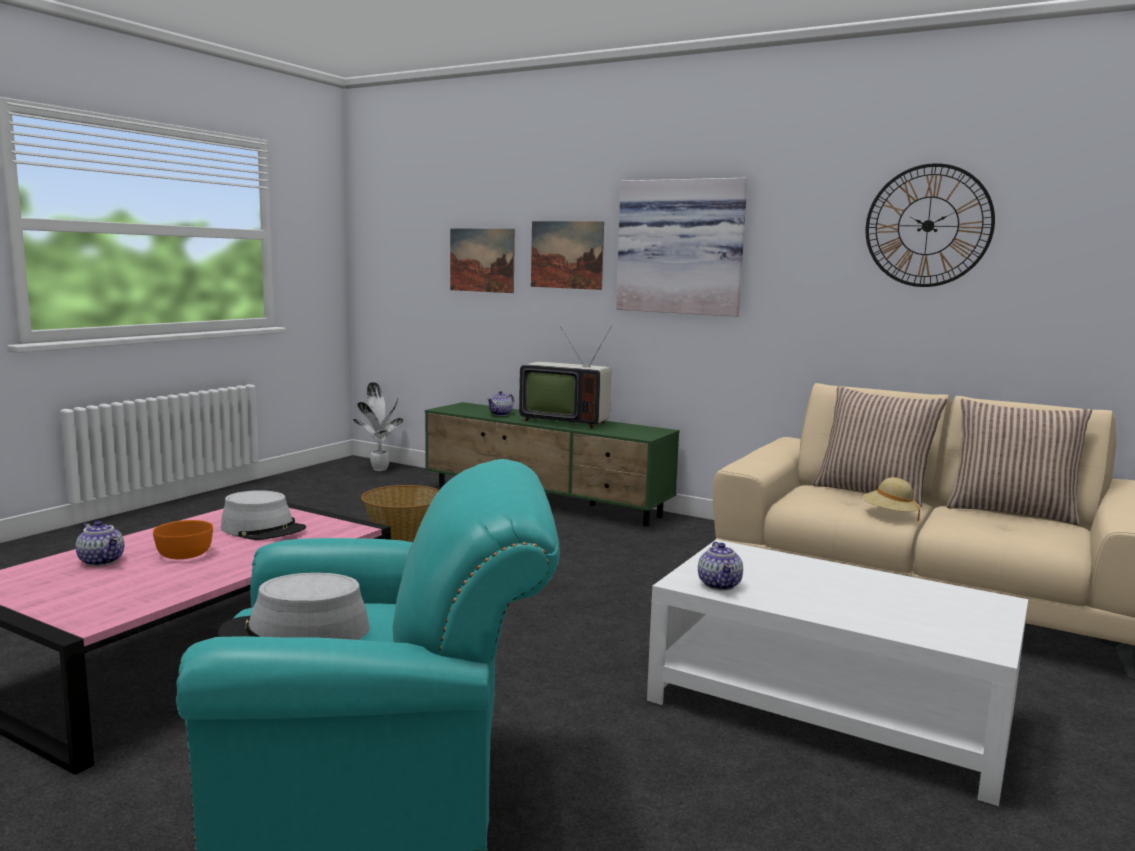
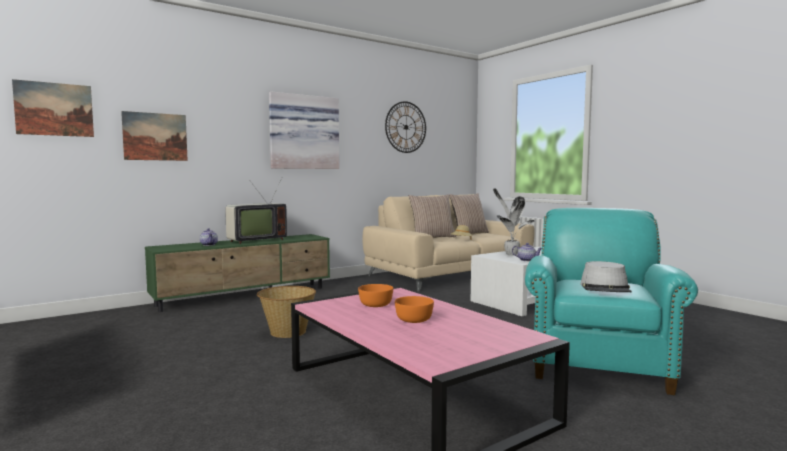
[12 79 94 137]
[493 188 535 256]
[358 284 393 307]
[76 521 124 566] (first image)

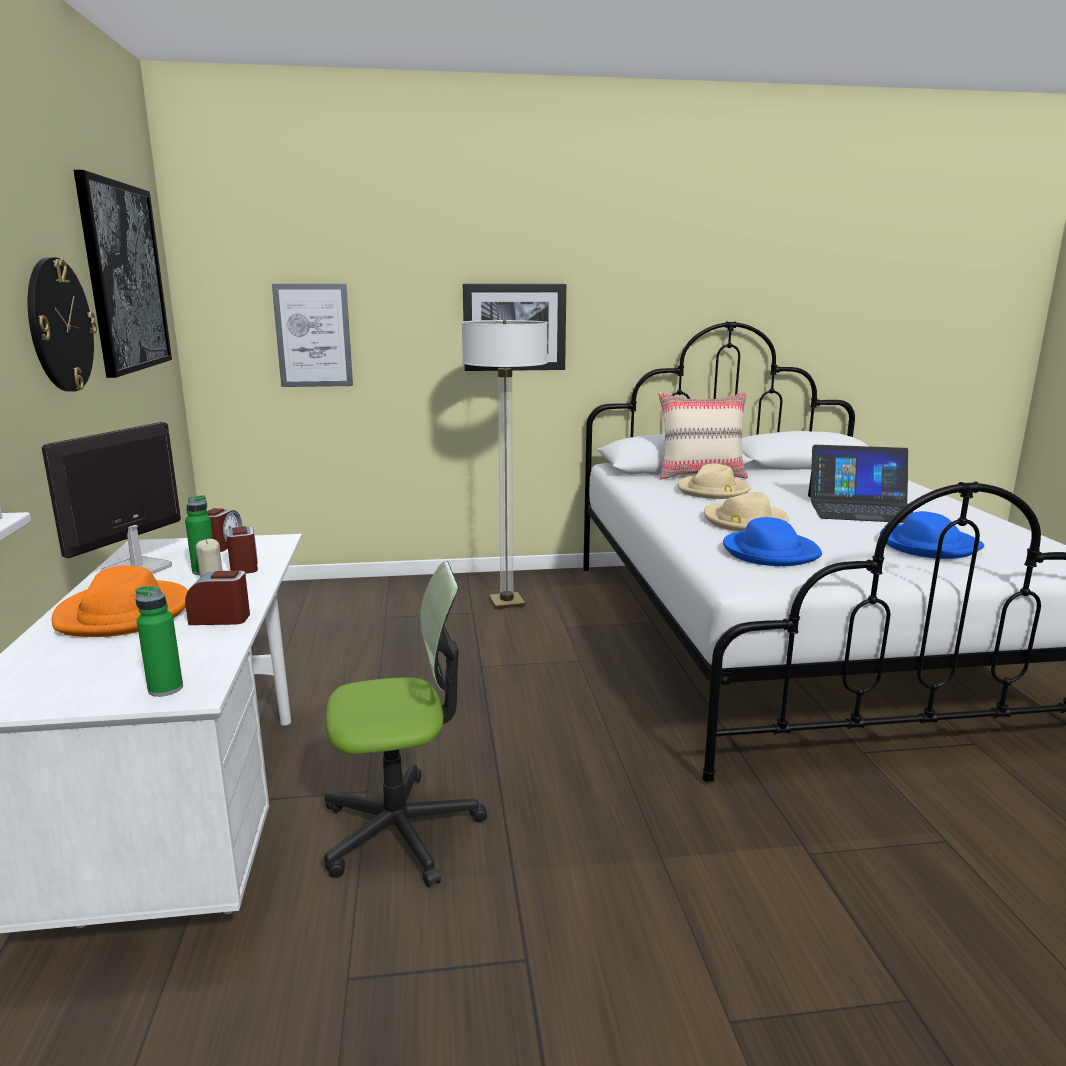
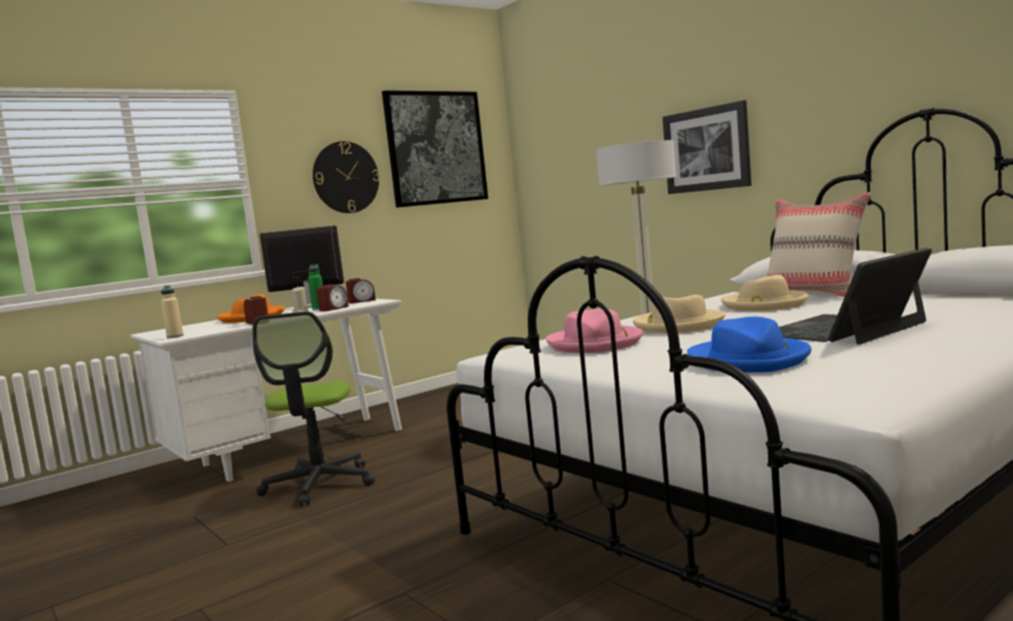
[272 284 353 387] (first image)
[779 247 932 345]
[546 309 643 353]
[253 312 375 506]
[161 285 183 338]

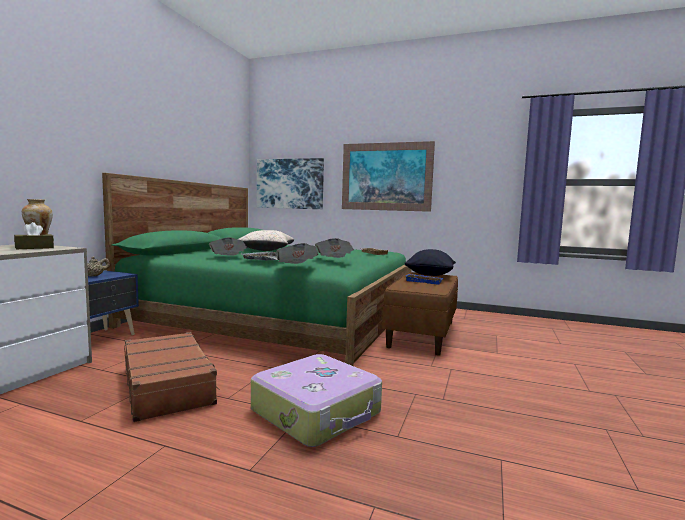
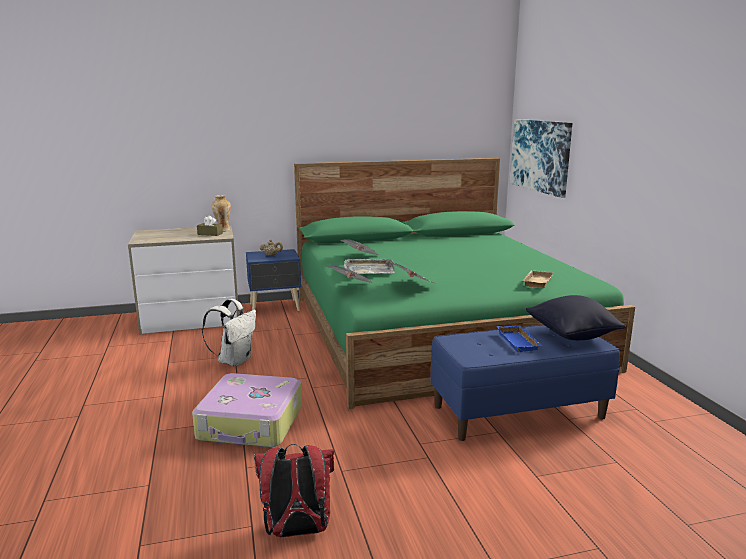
[342 141 435 212] (first image)
[238 230 294 251] (first image)
[430 325 620 441]
[202 299 256 367]
[254 444 334 537]

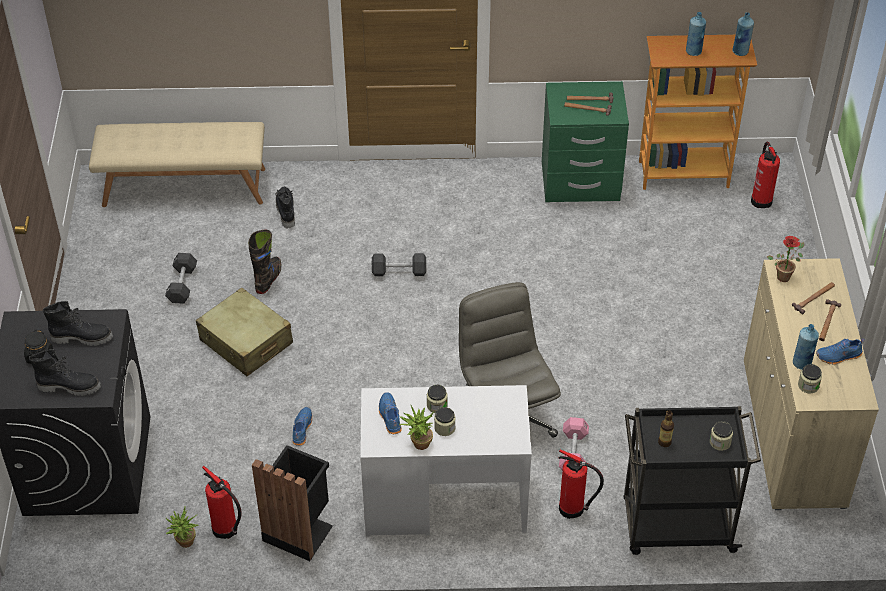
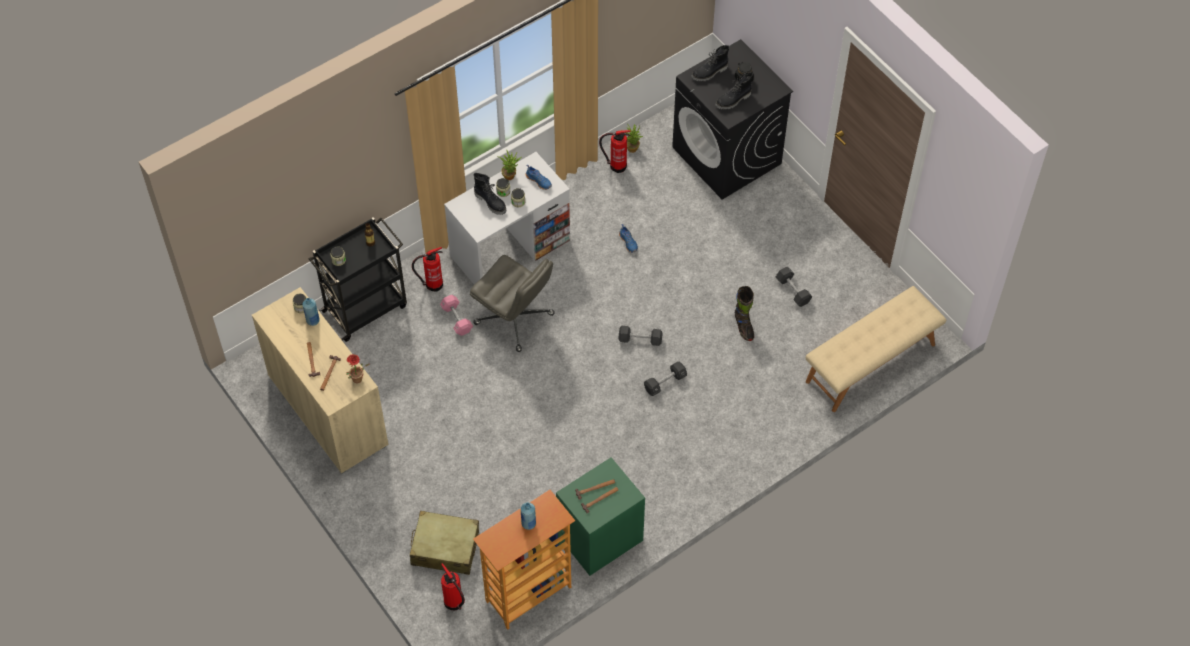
[732 12 754 56] (first image)
[473 173 506 215]
[410 511 479 575]
[816 338 865 365] (first image)
[252 445 333 561] (first image)
[618 326 663 346]

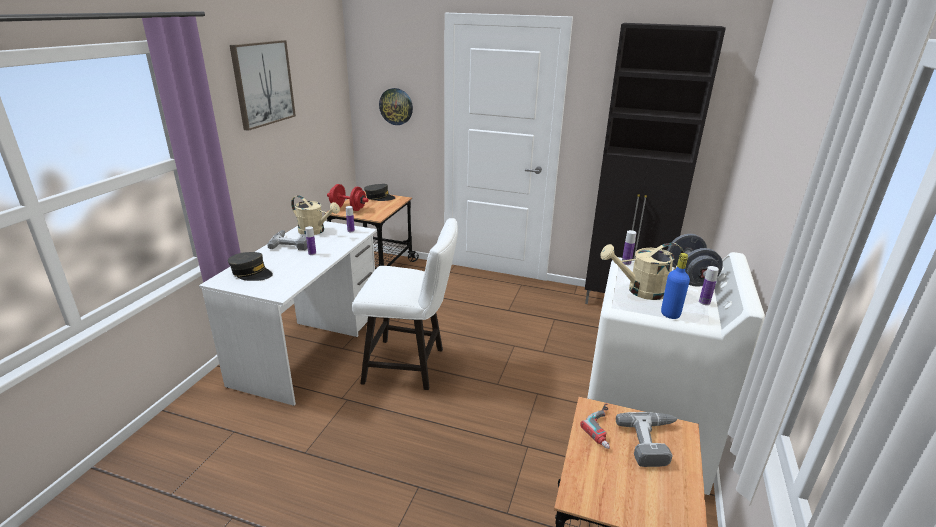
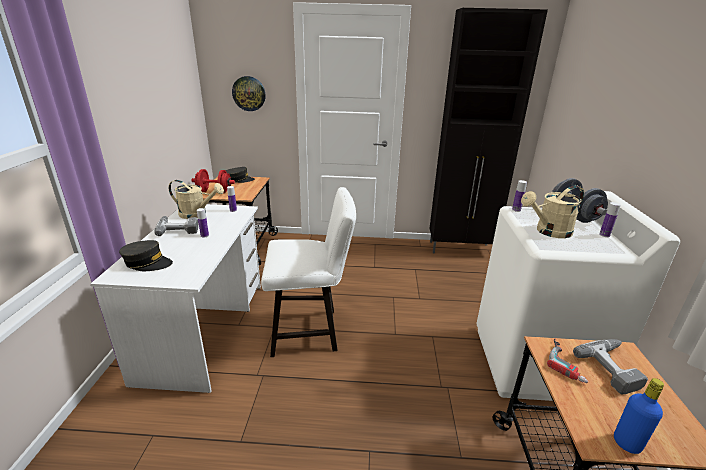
[230 40 296 131] (first image)
[614 378 664 454]

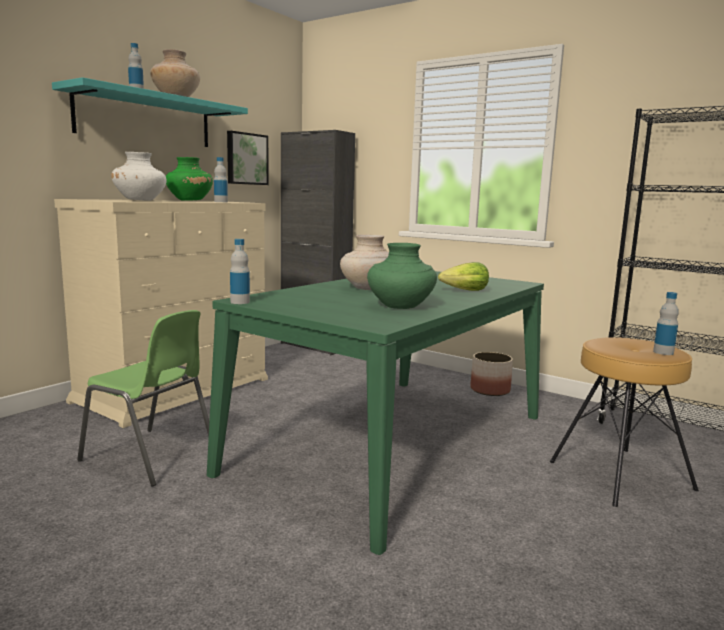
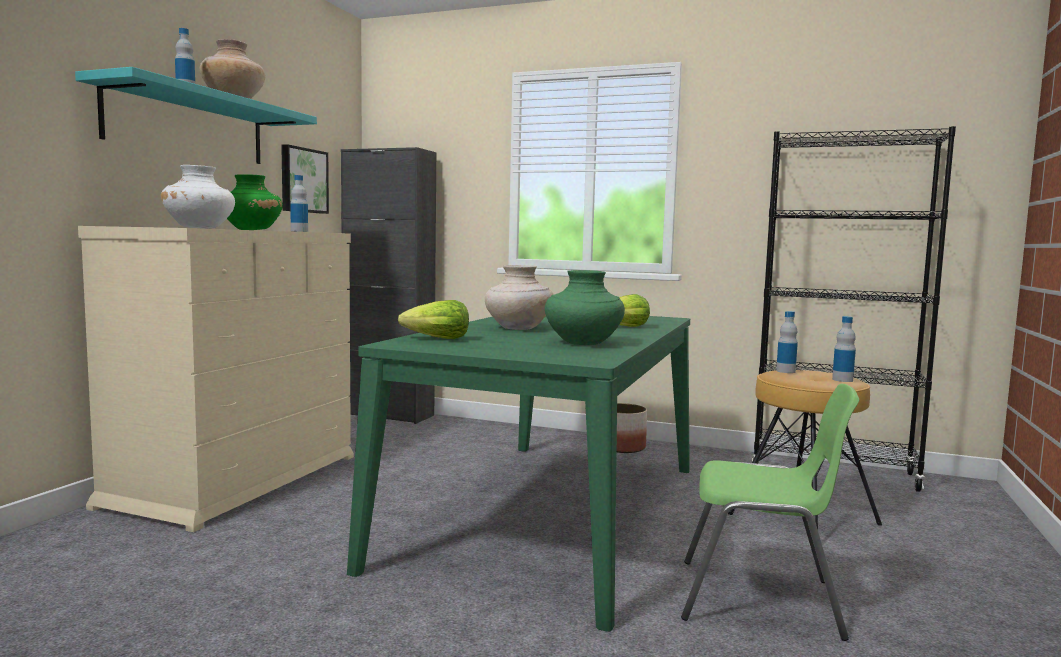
[776 311 798 373]
[681 384 859 641]
[398 300 469 339]

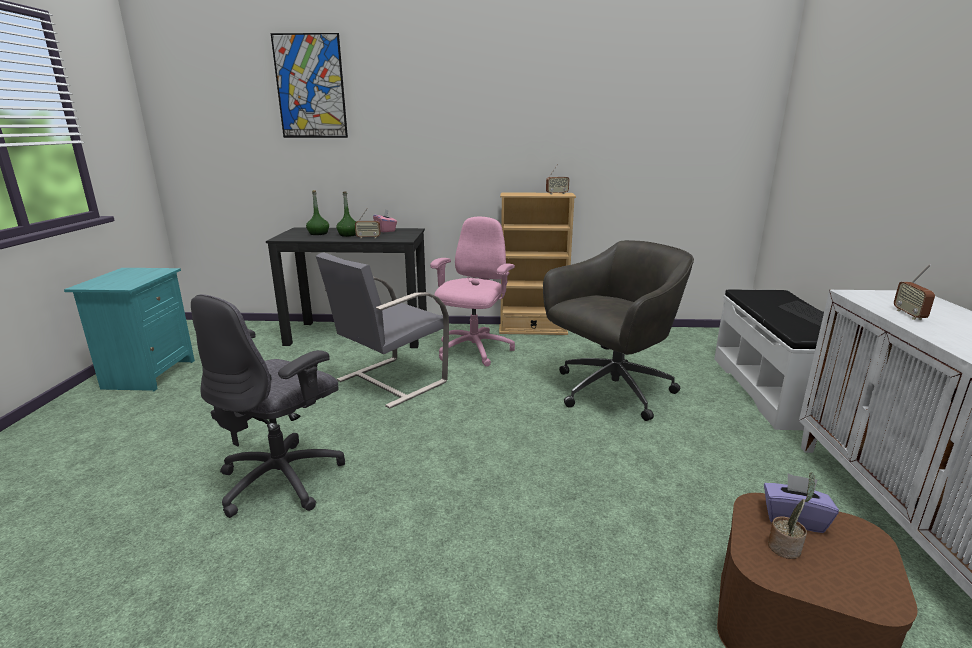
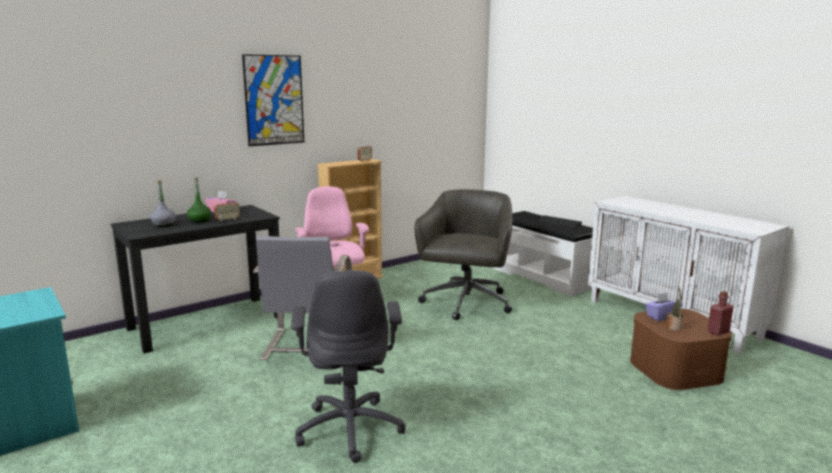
[242 54 304 146]
[150 180 176 227]
[894 265 935 320] (first image)
[707 291 734 336]

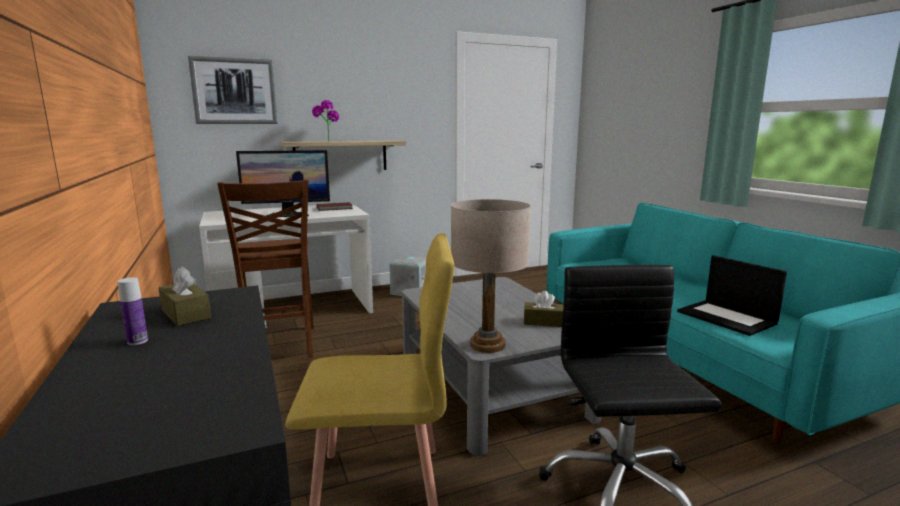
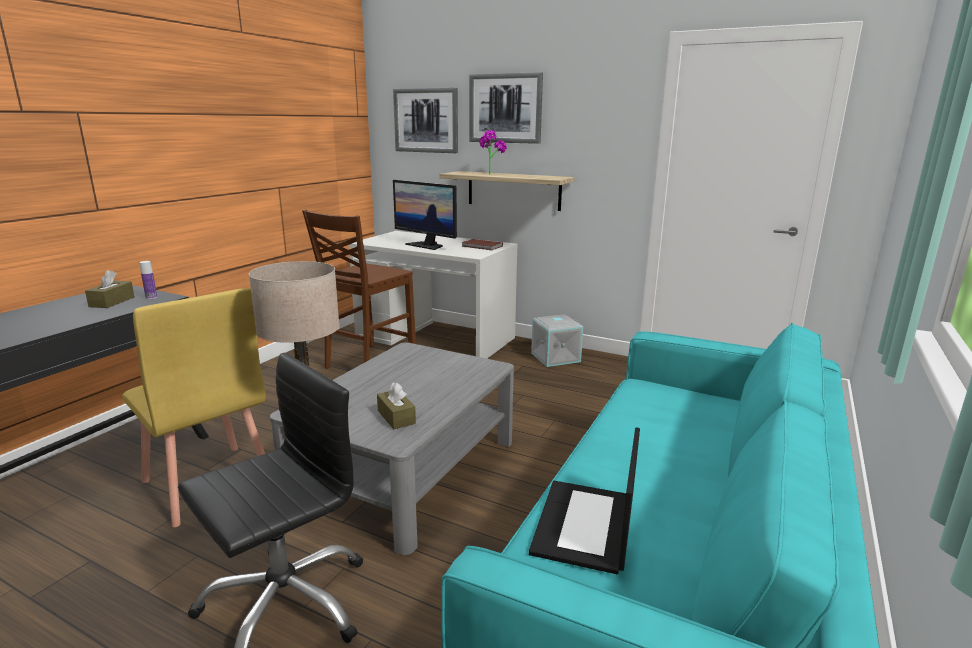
[139 261 157 299]
[469 72 543 144]

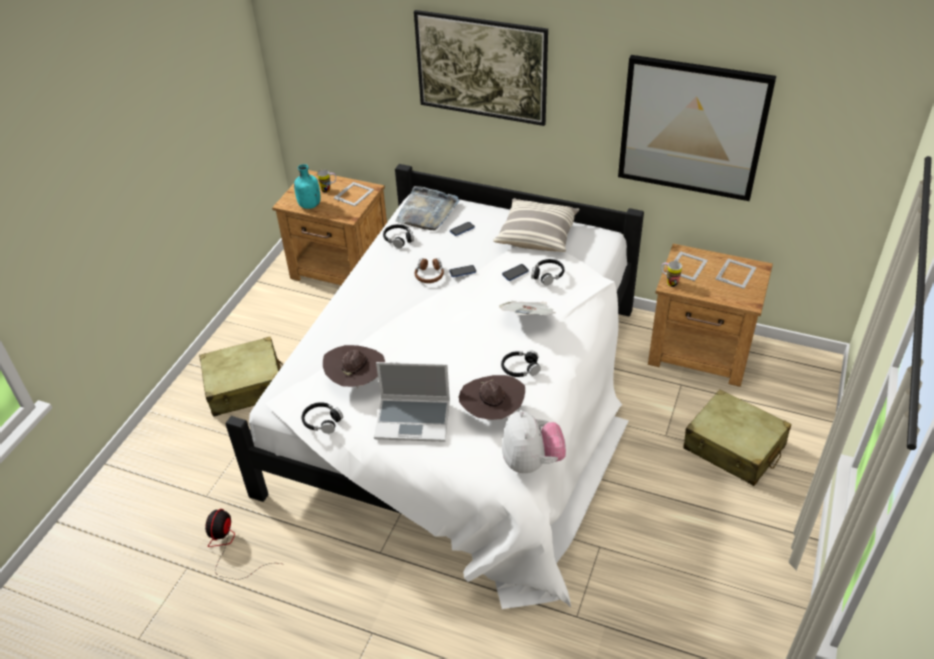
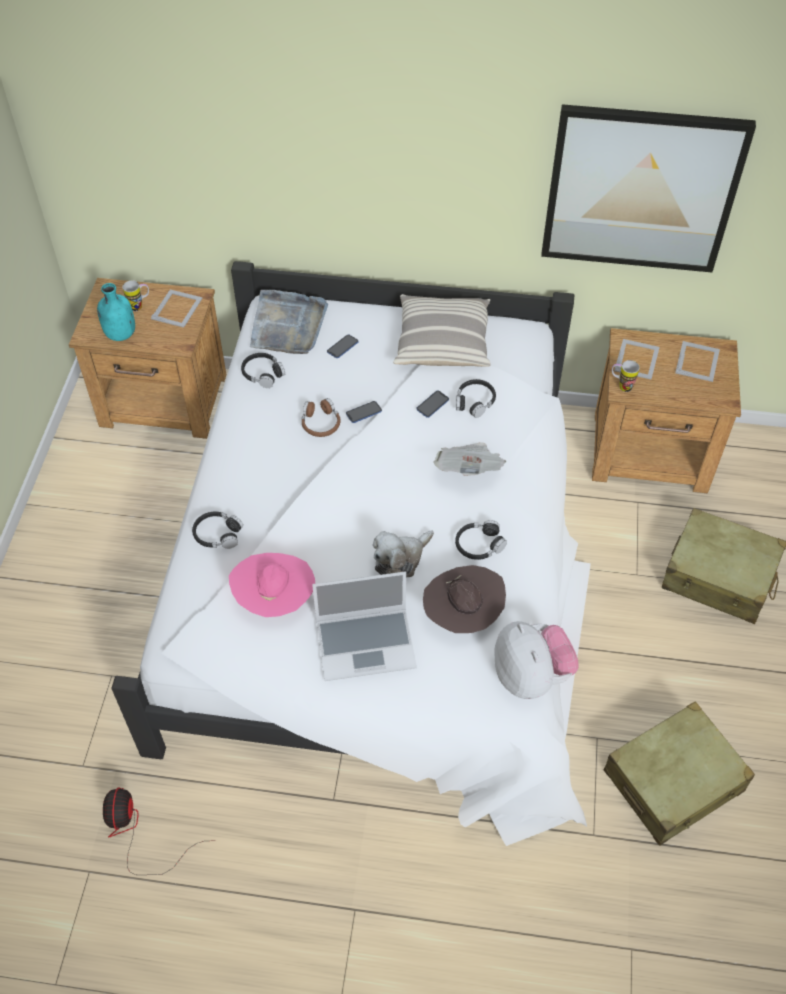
[414 10 548 126] (first image)
[604 702 755 845]
[229 553 315 617]
[192 511 243 549]
[373 530 434 577]

